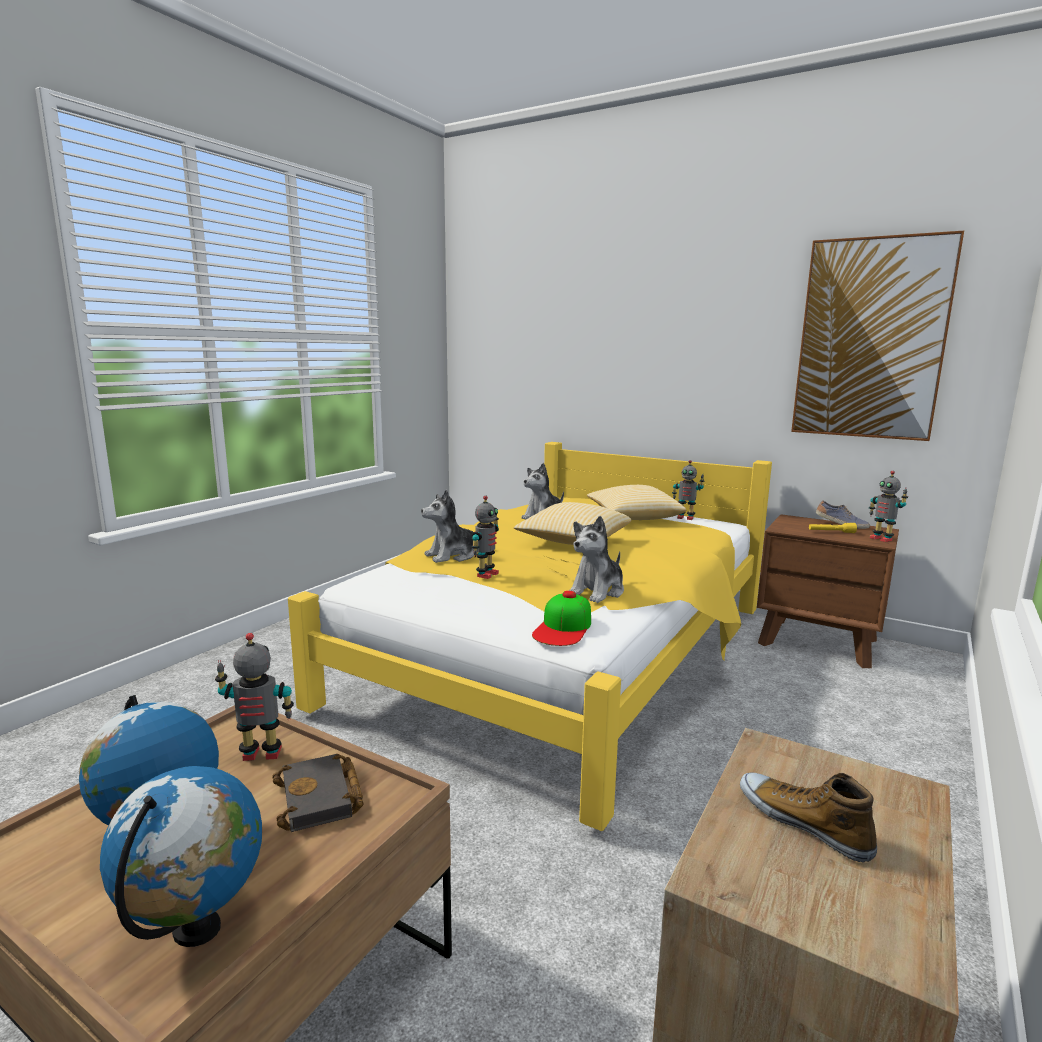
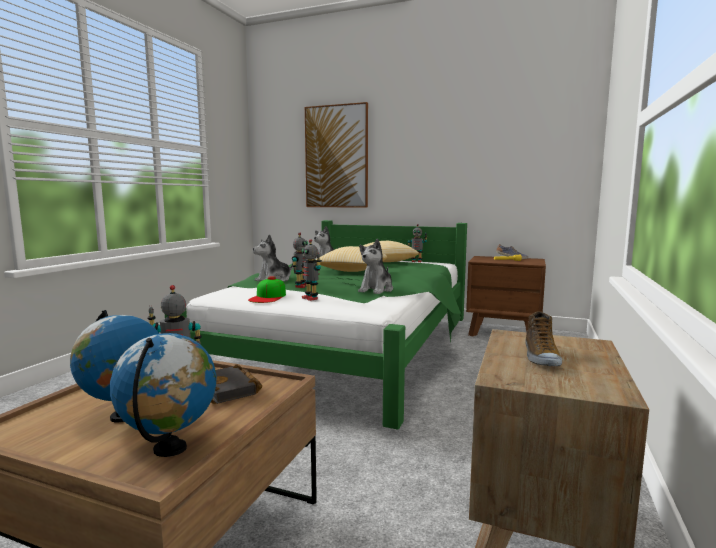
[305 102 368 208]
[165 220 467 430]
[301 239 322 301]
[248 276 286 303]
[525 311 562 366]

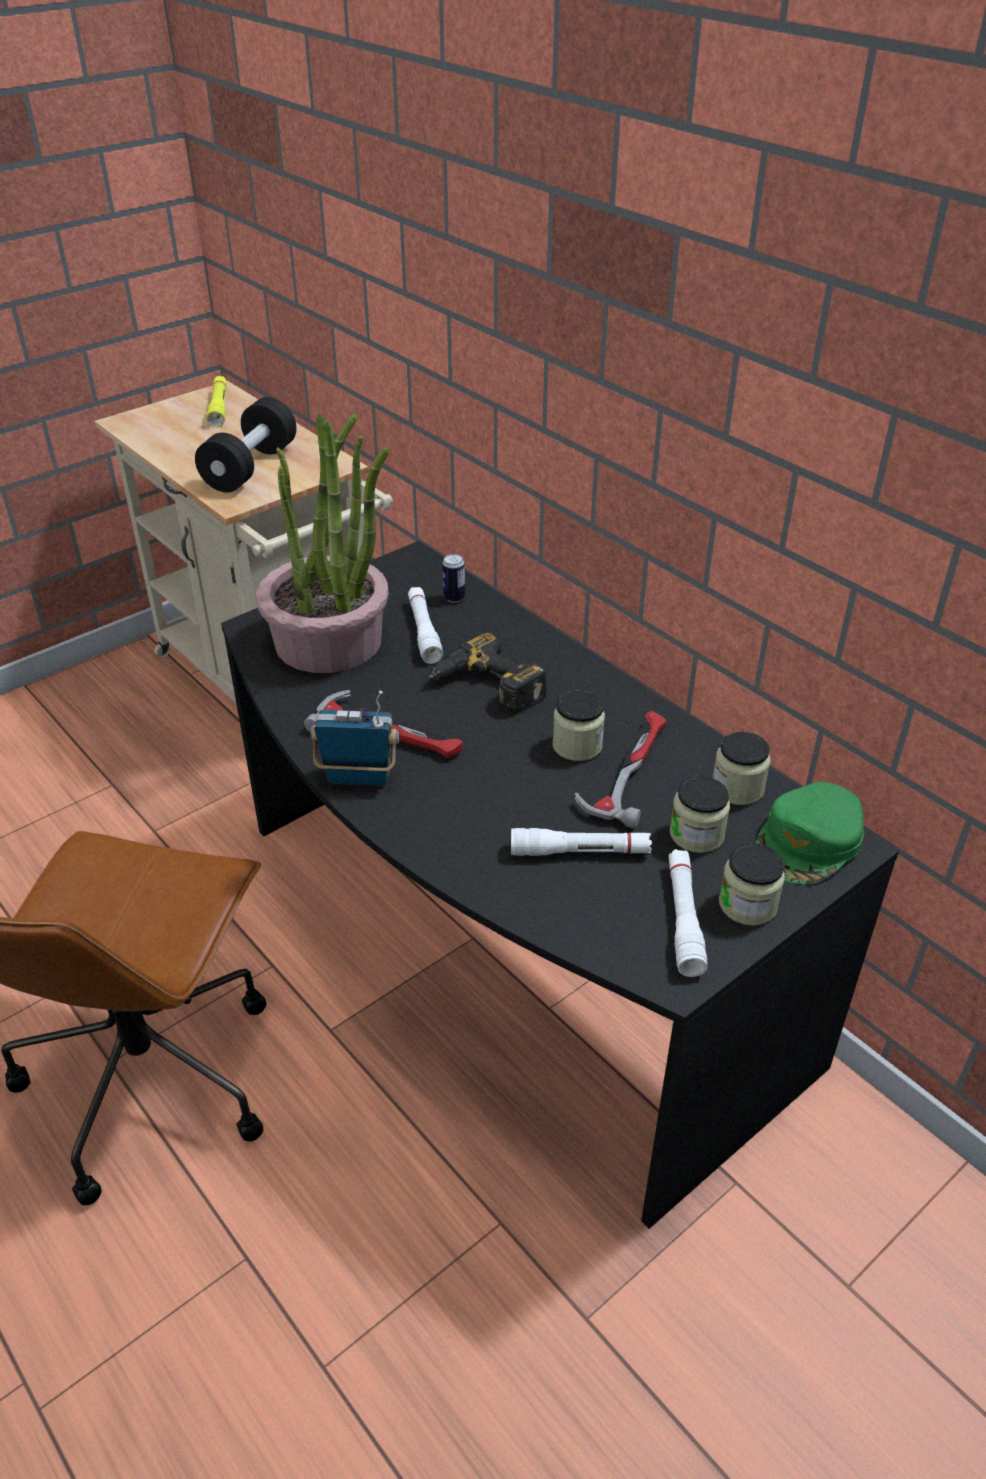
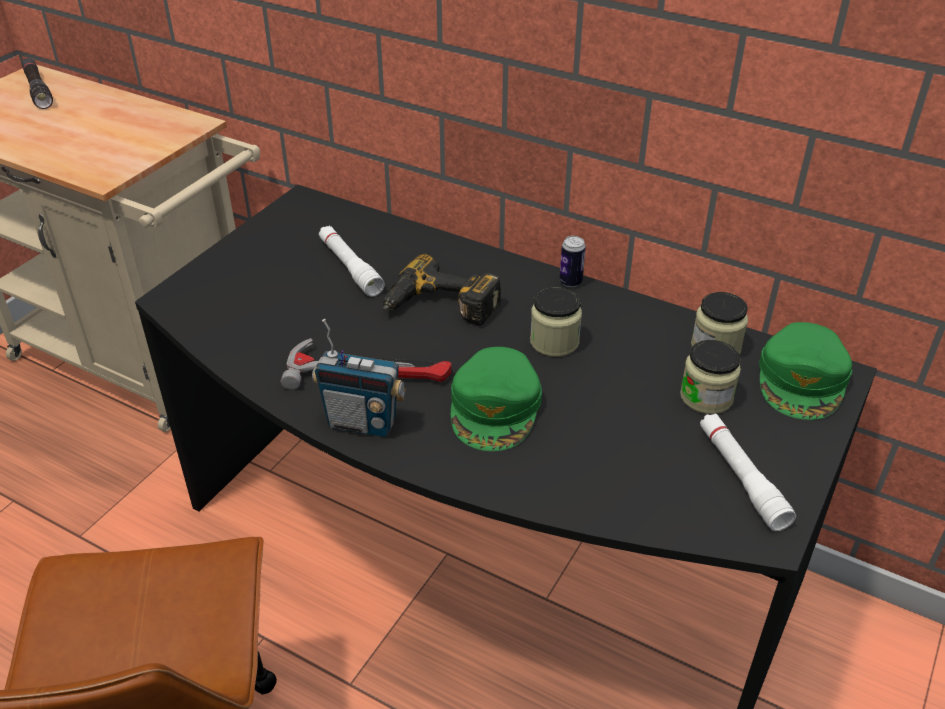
[22 58 53 109]
[195 397 297 492] (first image)
[256 414 390 673] (first image)
[560 236 586 287]
[312 319 406 437]
[574 711 666 829] (first image)
[511 828 652 856] (first image)
[719 843 785 926] (first image)
[451 347 542 451]

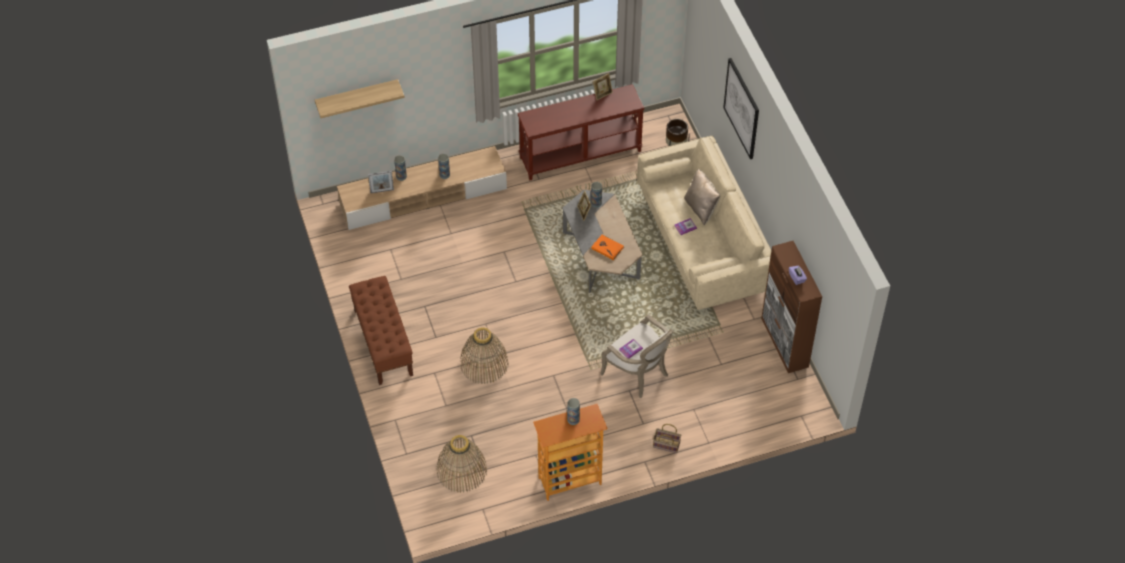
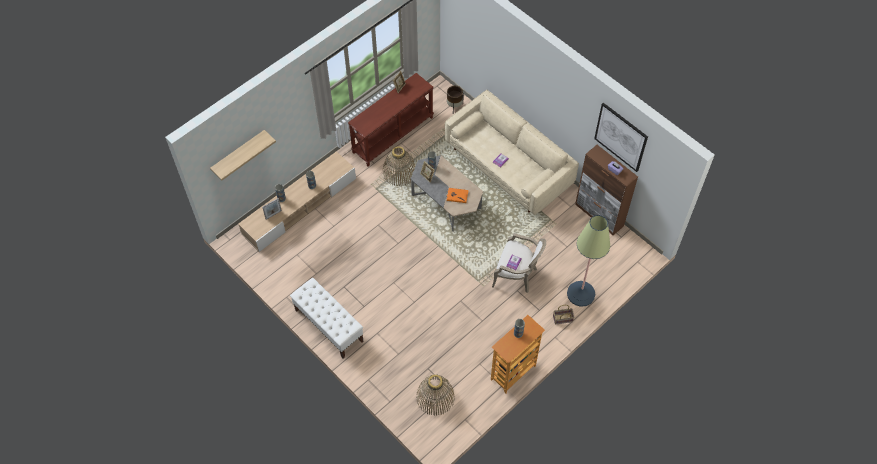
[594 103 648 172]
[684 168 720 225] (first image)
[290 278 364 358]
[383 146 415 186]
[567 215 610 307]

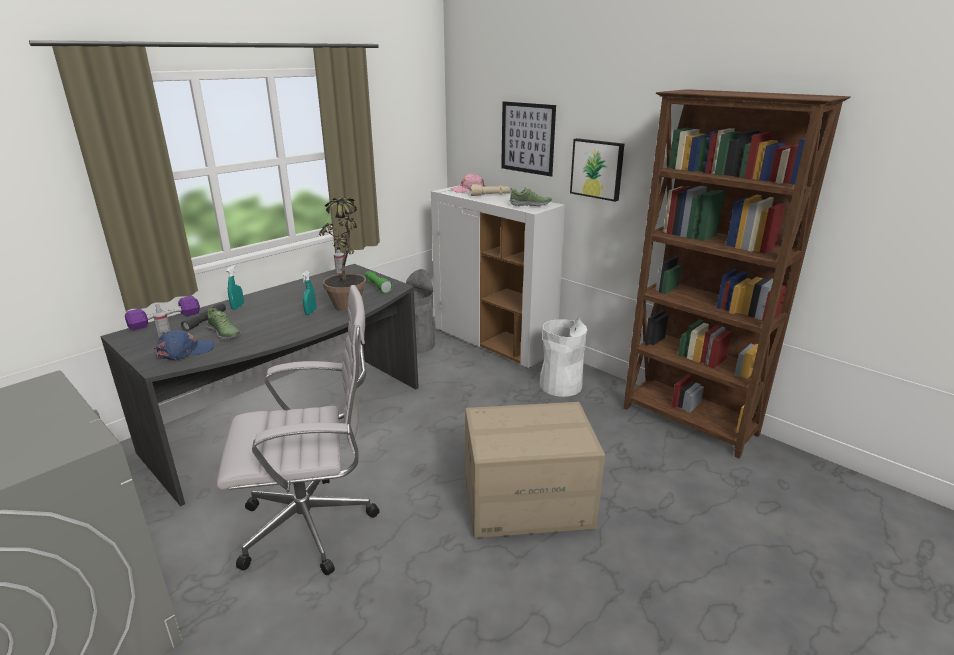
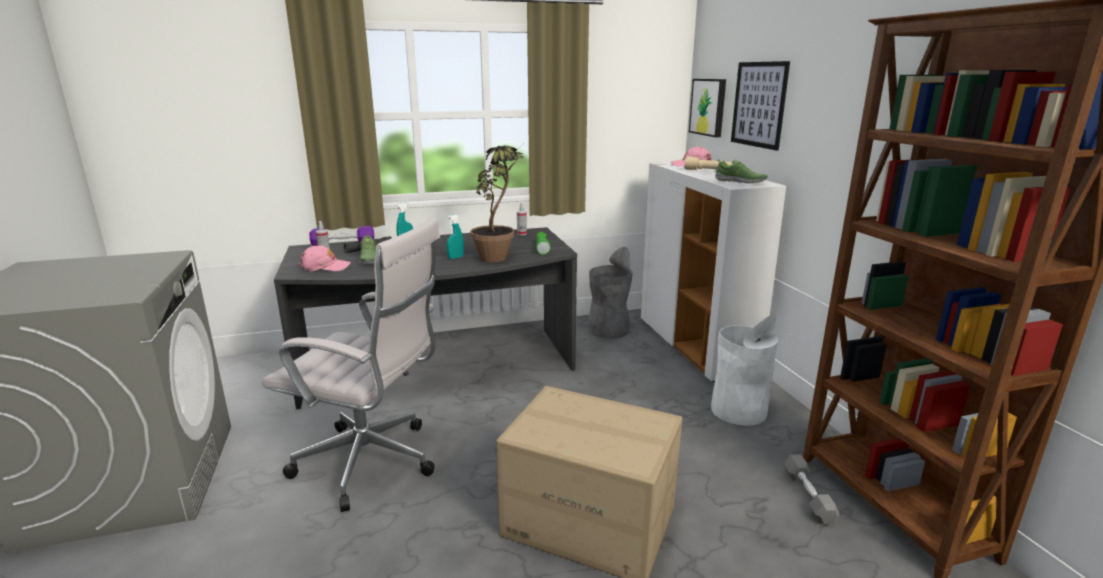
[689 79 726 137]
[298 245 351 271]
[783 455 839 524]

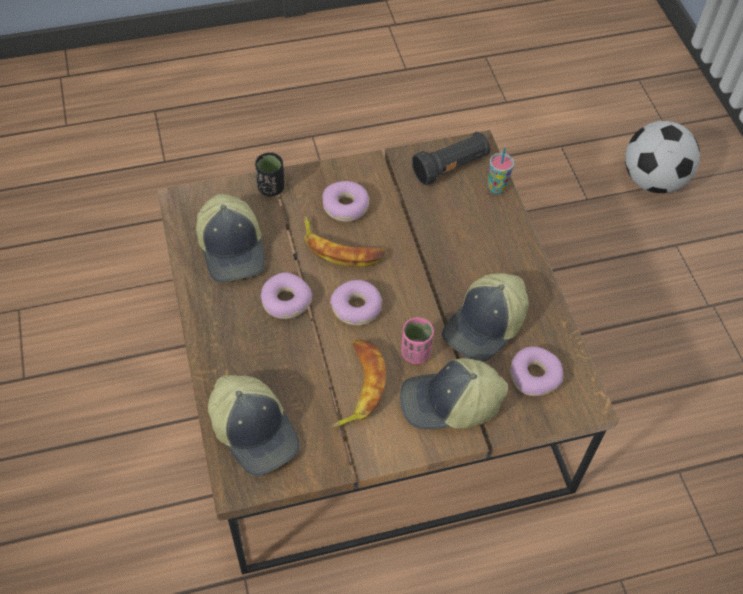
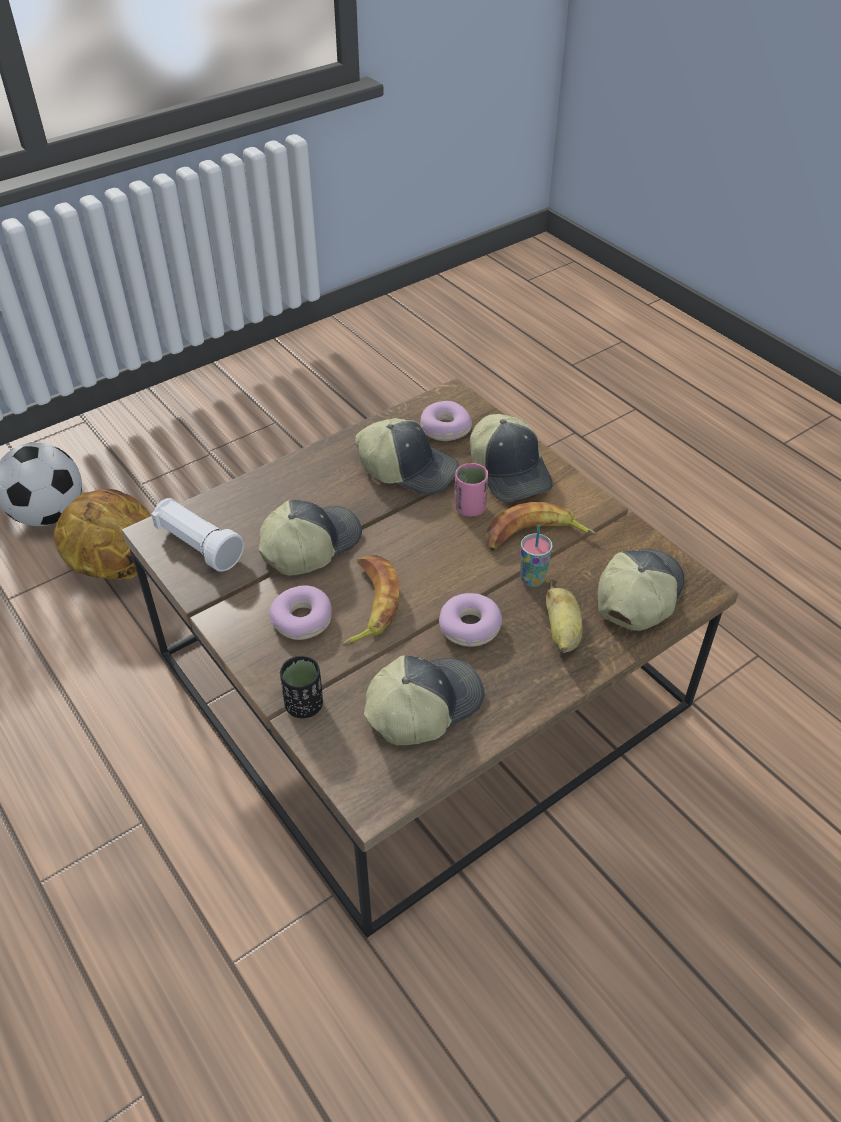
[151 498 244 572]
[520 525 553 587]
[330 280 382 325] (first image)
[54 489 151 580]
[259 500 362 576]
[546 579 582 653]

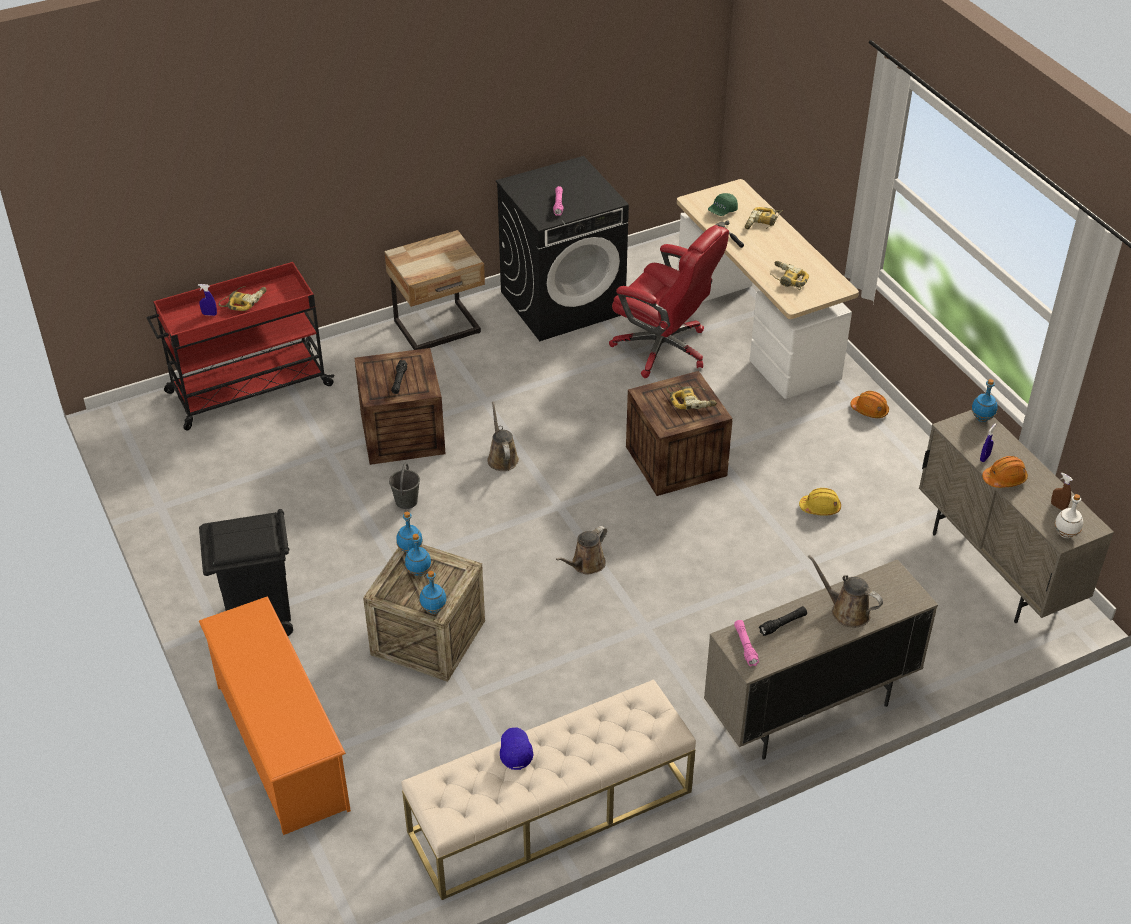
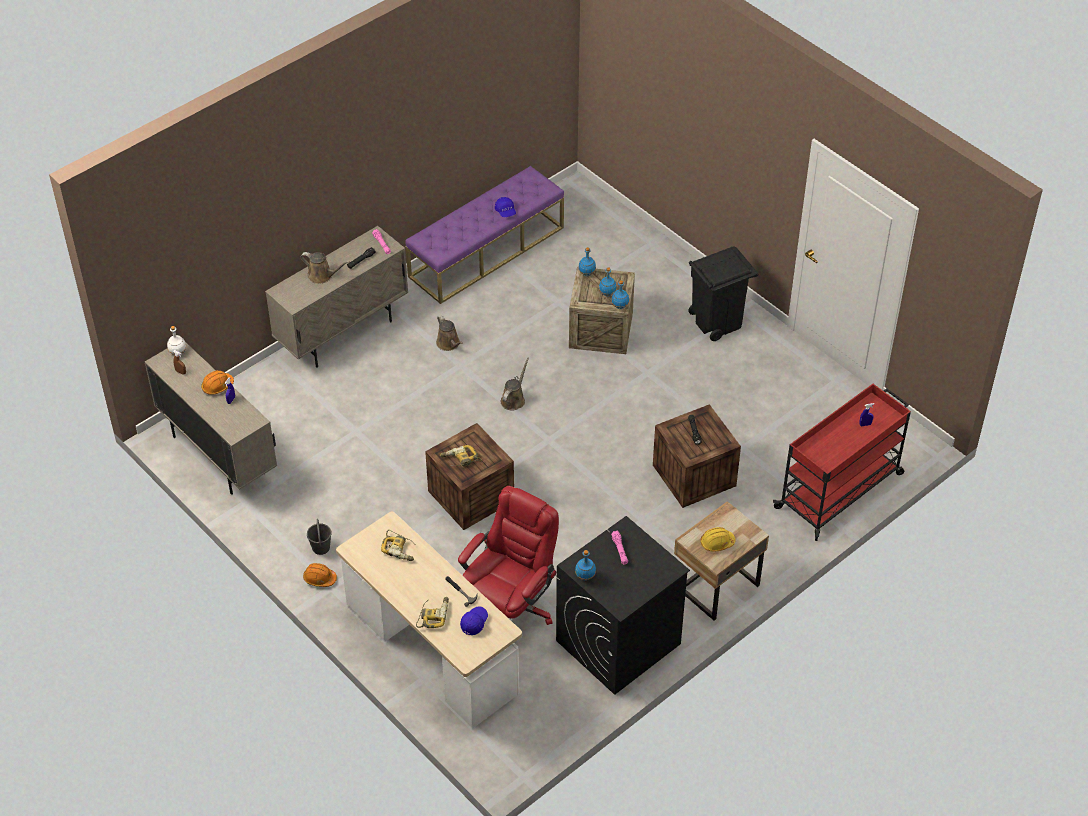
[460 606 488 635]
[458 486 559 625]
[219 286 266 311] (first image)
[575 550 596 581]
[436 315 463 351]
[307 519 332 555]
[701 527 735 551]
[199 596 351 835] (first image)
[405 166 564 304]

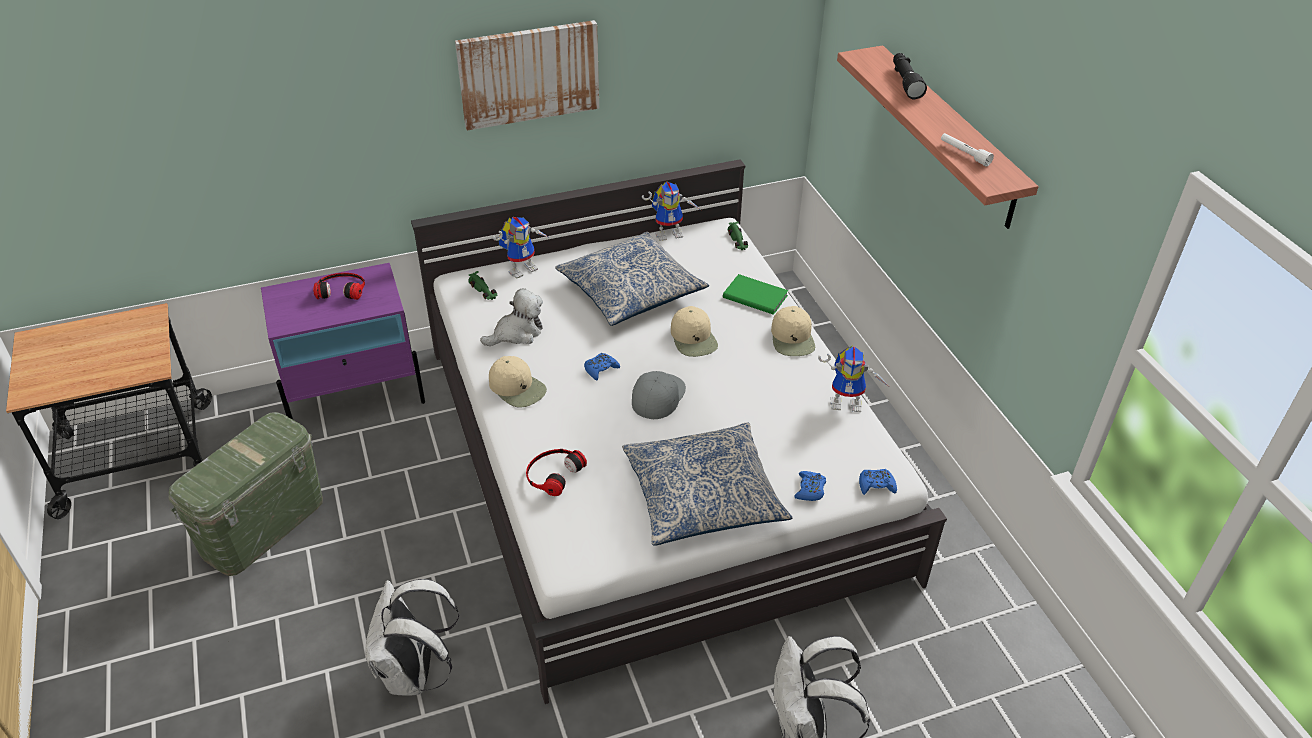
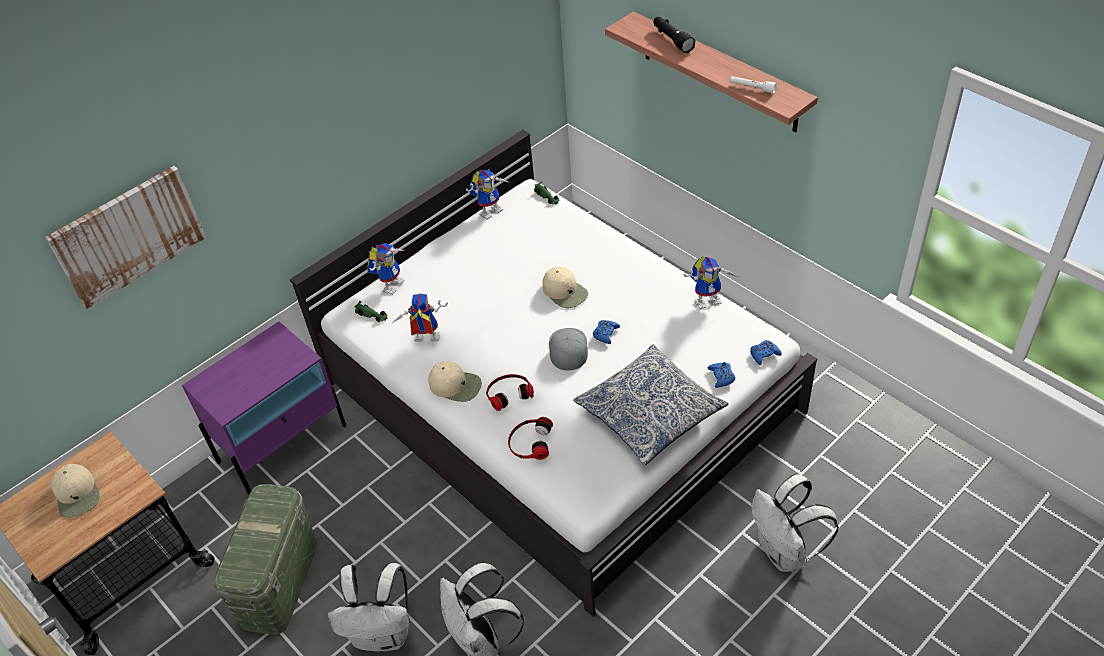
[45 166 206 309]
[555 232 709 326] (first image)
[486 374 534 411]
[723 274 788 315] (first image)
[393 293 448 342]
[51 464 100 518]
[593 320 620 344]
[328 563 410 651]

